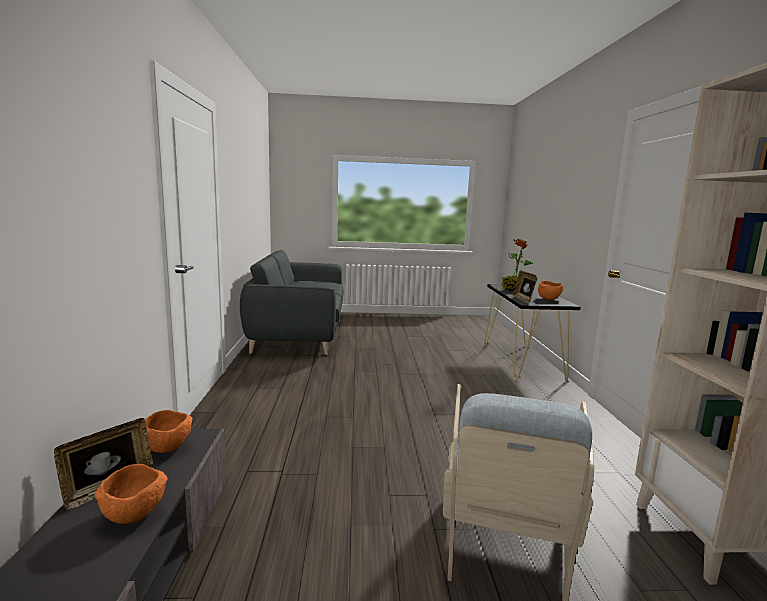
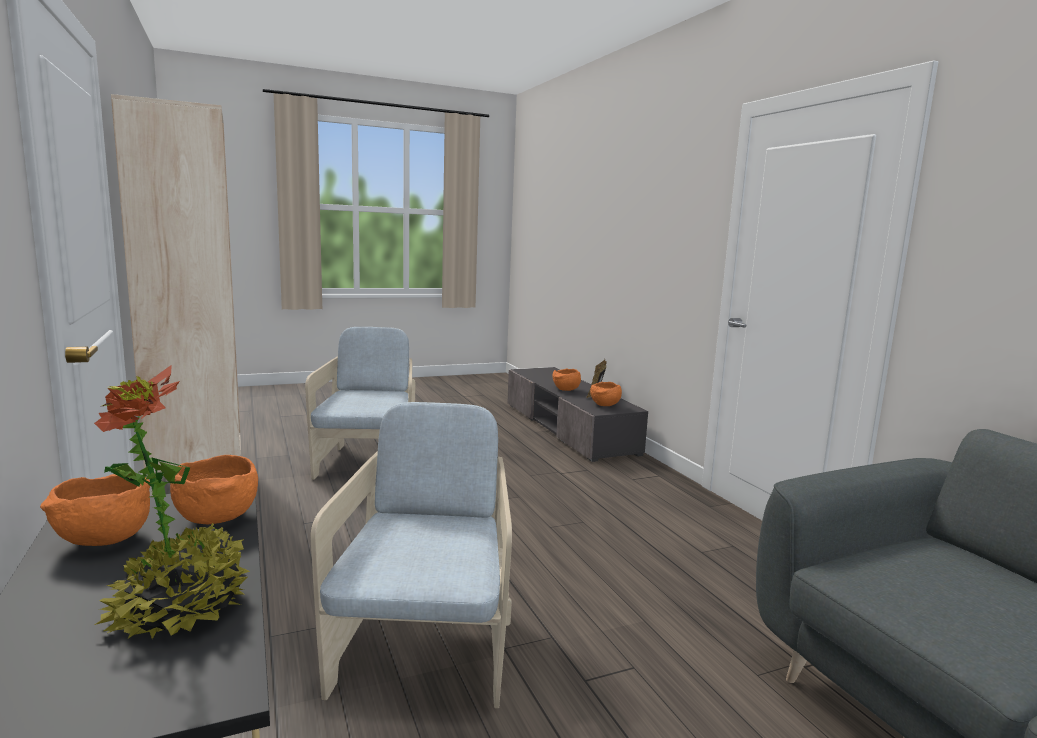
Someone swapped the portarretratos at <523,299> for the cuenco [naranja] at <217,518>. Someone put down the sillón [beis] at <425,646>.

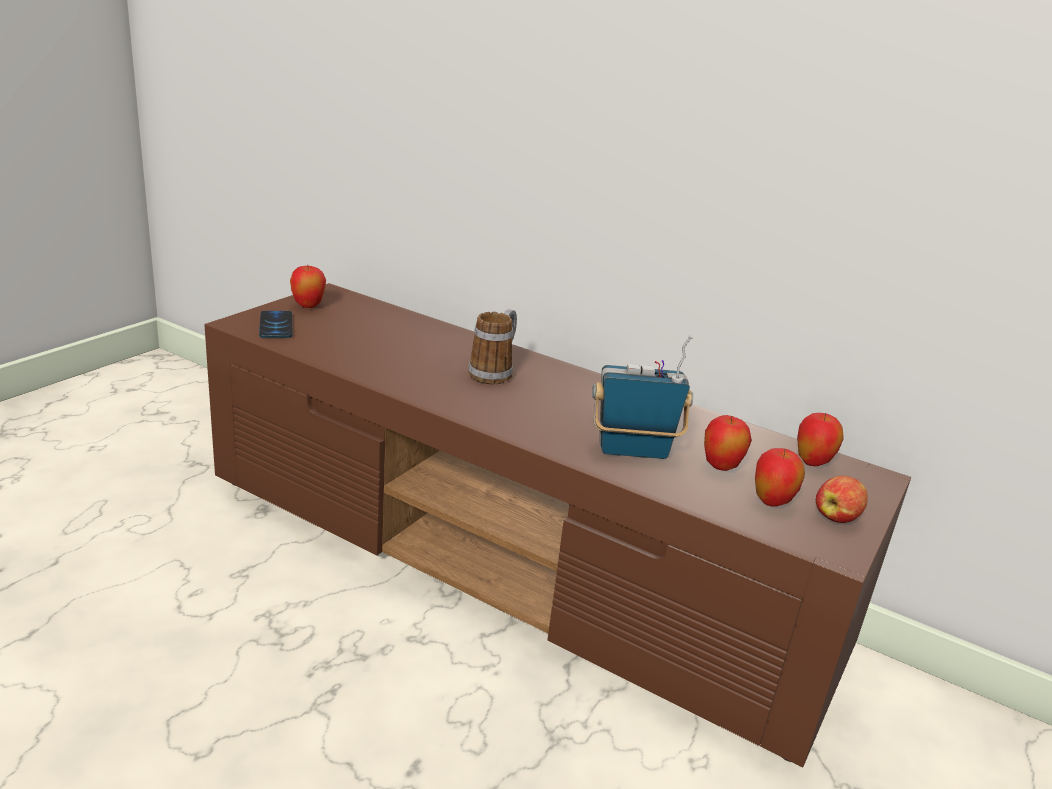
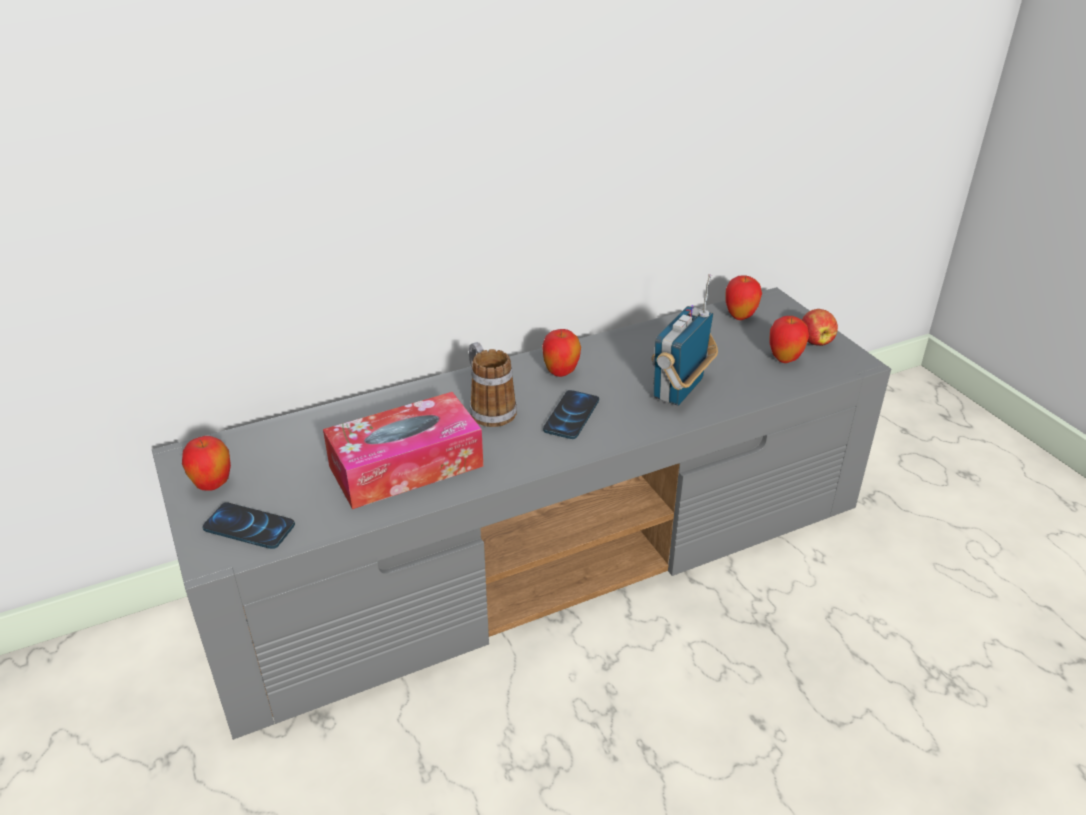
Someone repainted the mueble de televisión [marrón] at <513,562>, which became the mueble de televisión [gris] at <545,555>. Someone put down the caja de pañuelos at <406,466>. Someone carried the manzana from <721,467> to <561,373>. Someone put down the móvil at <571,416>.

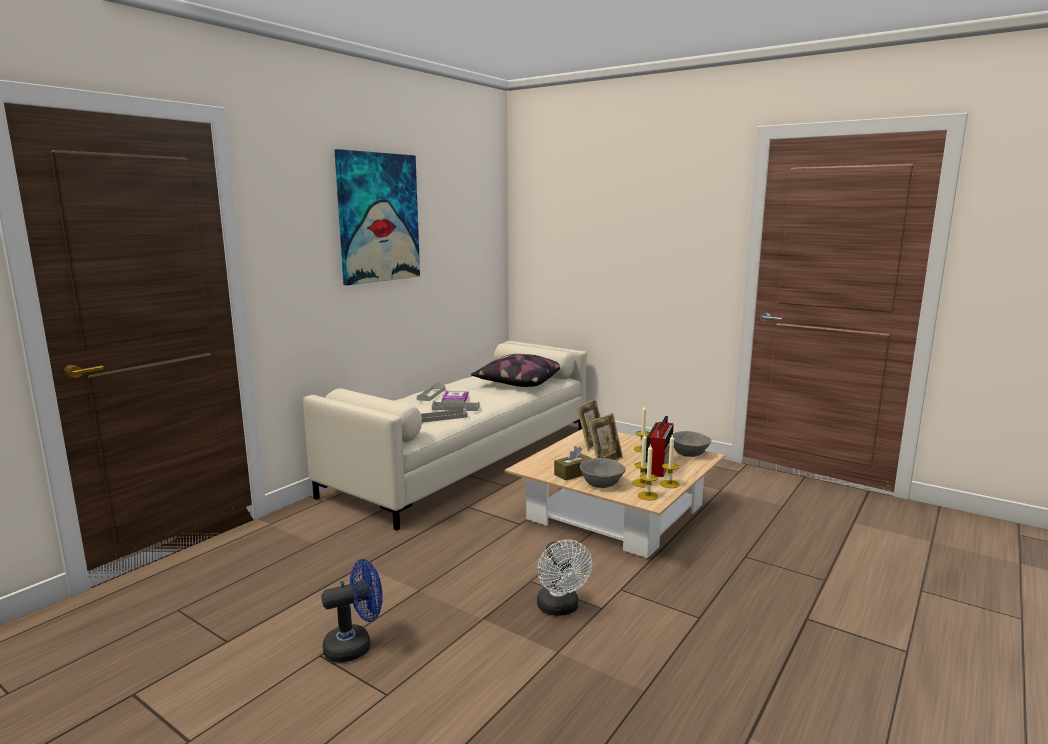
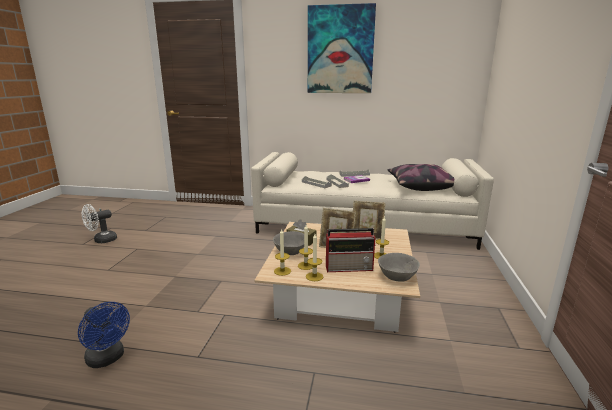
Someone carried the ventilador [azul] from <355,645> to <108,359>. Someone carried the ventilador [blanco] from <560,609> to <101,240>.

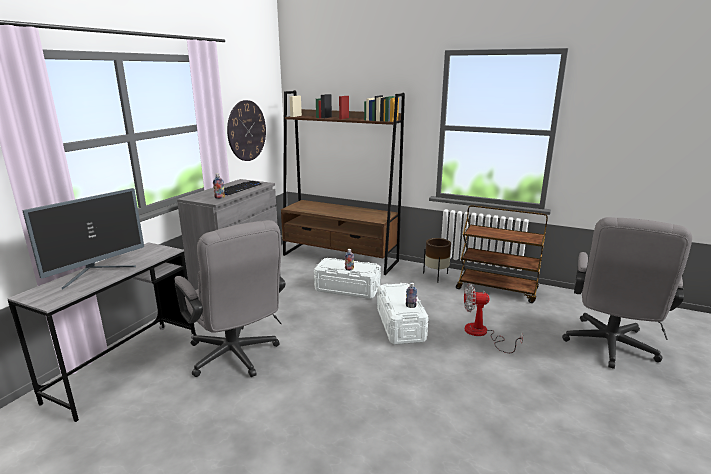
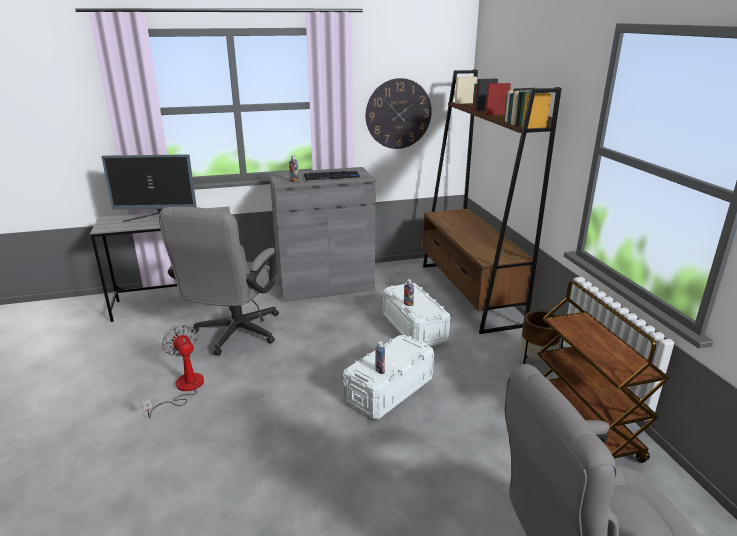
Someone carried the ventilador from <482,334> to <183,389>.

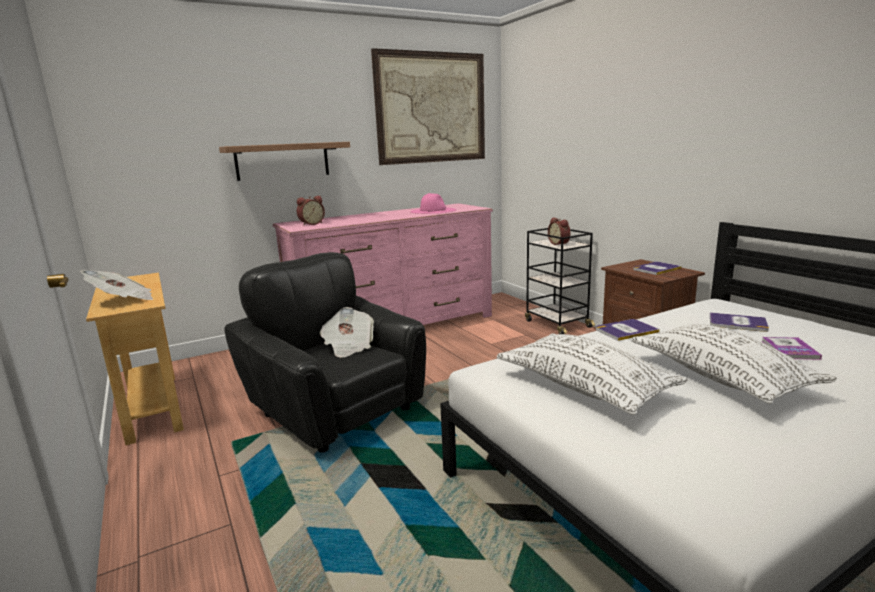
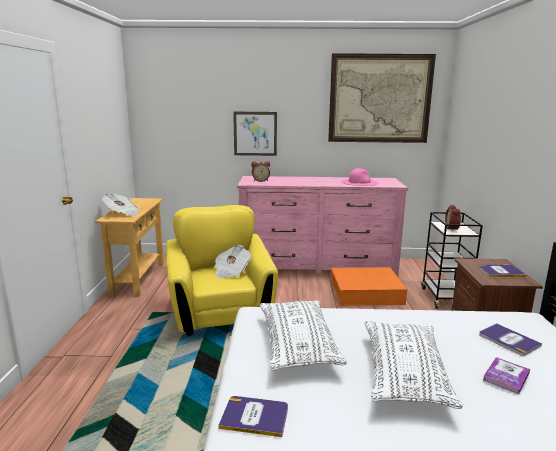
Someone repainted the sillón [negro] at <335,410>, which became the sillón [amarillo] at <220,312>. Someone carried the libro from <626,330> to <254,416>. Someone swapped the estante at <282,161> for the cuadro at <255,133>. Someone put down the caja de almacenaje [naranja] at <366,292>.

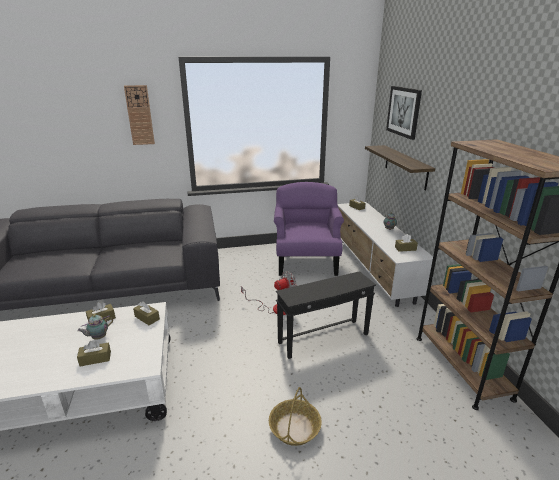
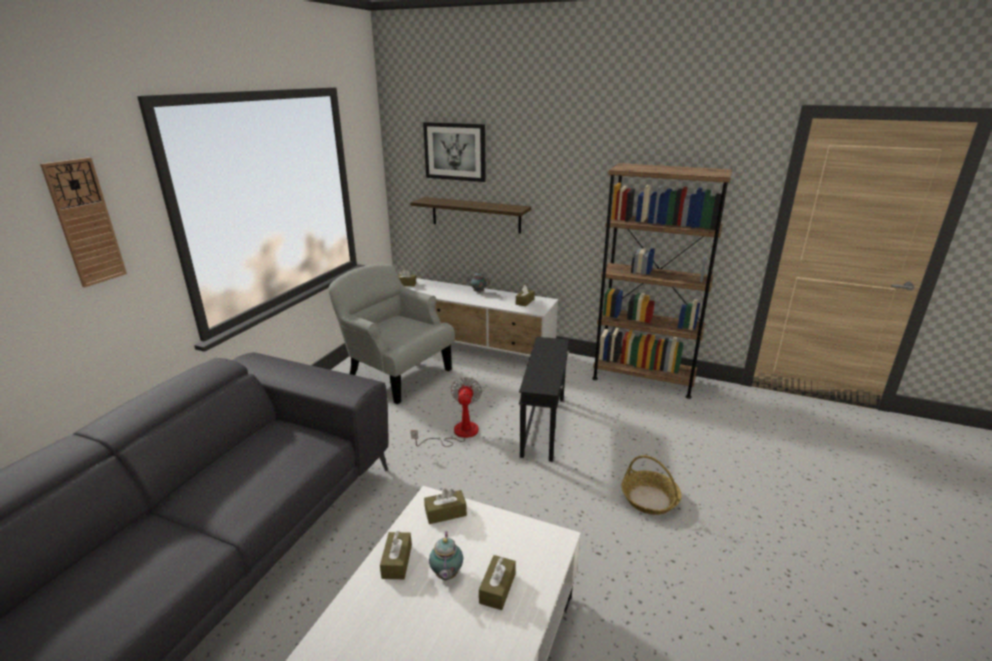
Someone repainted the sillón [morado] at <306,261>, which became the sillón [gris] at <396,374>.

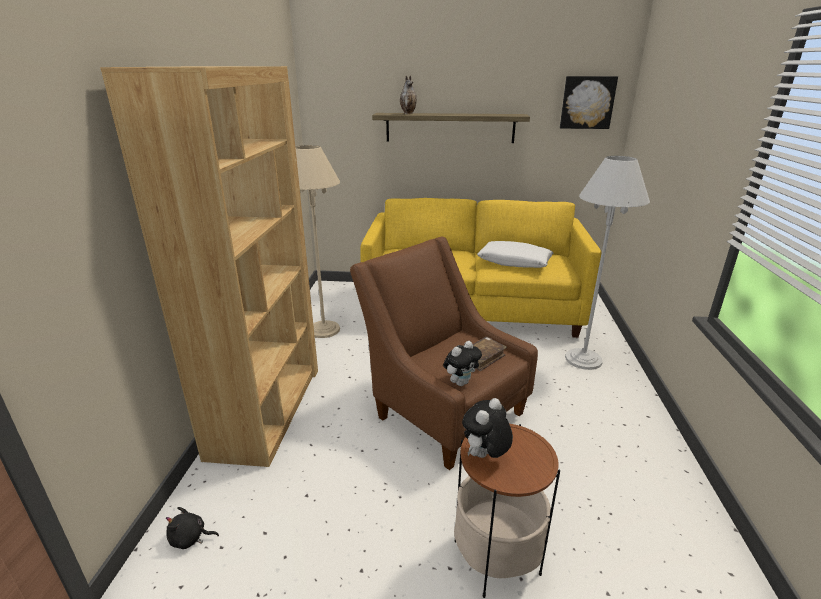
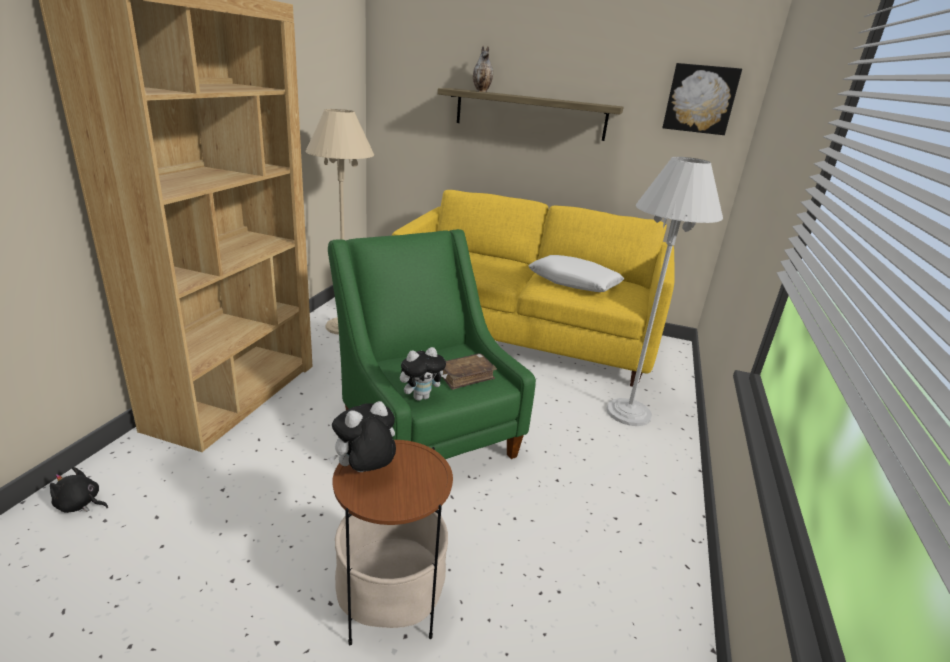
Someone repainted the sillón [marrón] at <442,410>, which became the sillón [verde] at <425,434>.

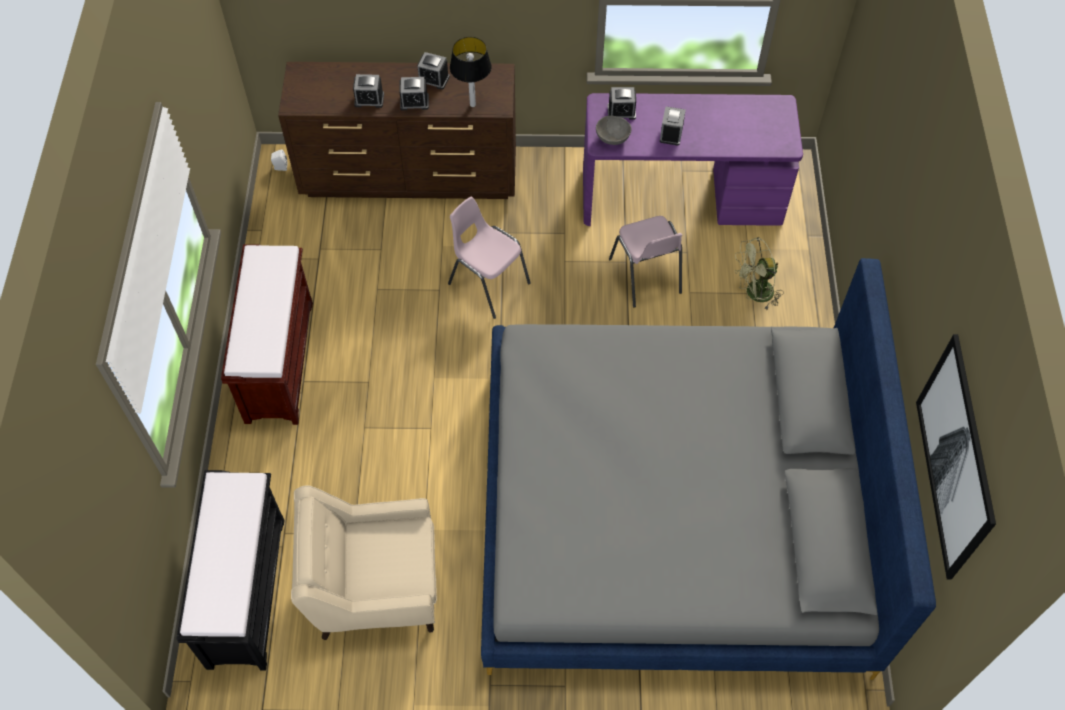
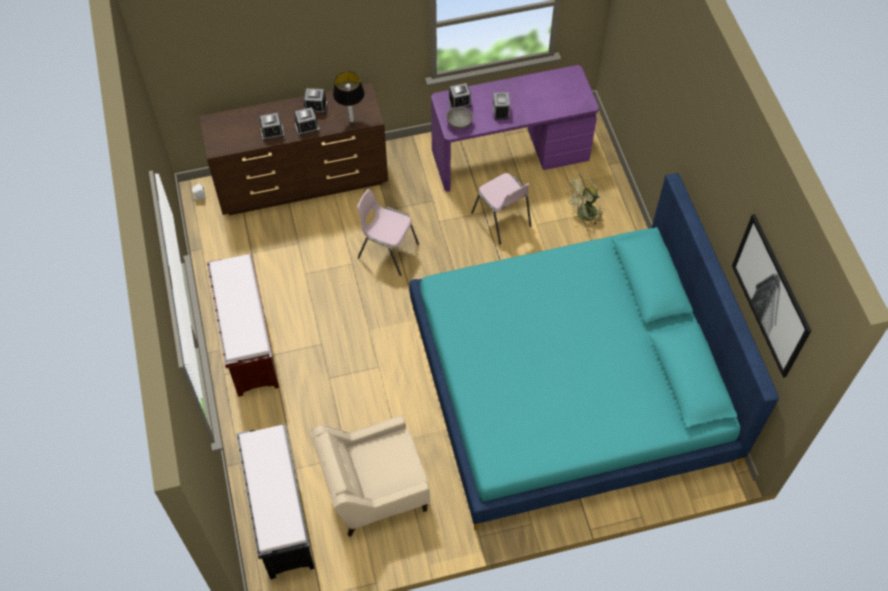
Someone repainted the cama [gris] at <672,510>, which became the cama [turquesa] at <570,384>.

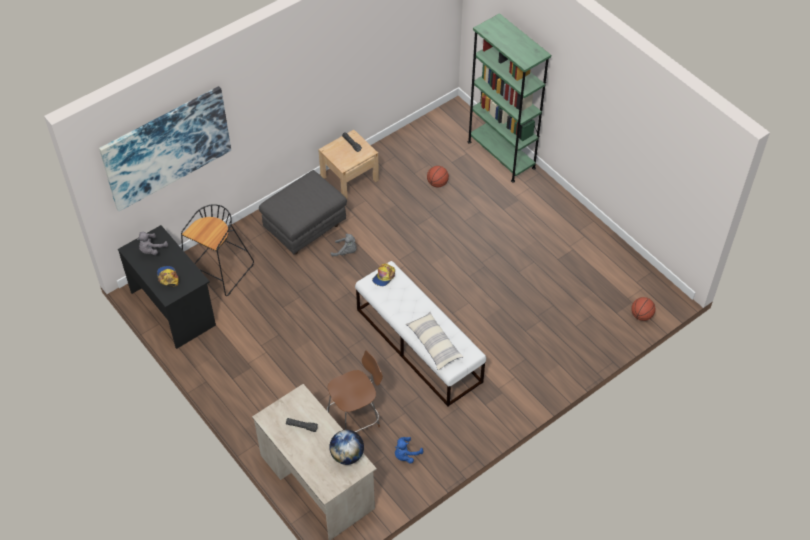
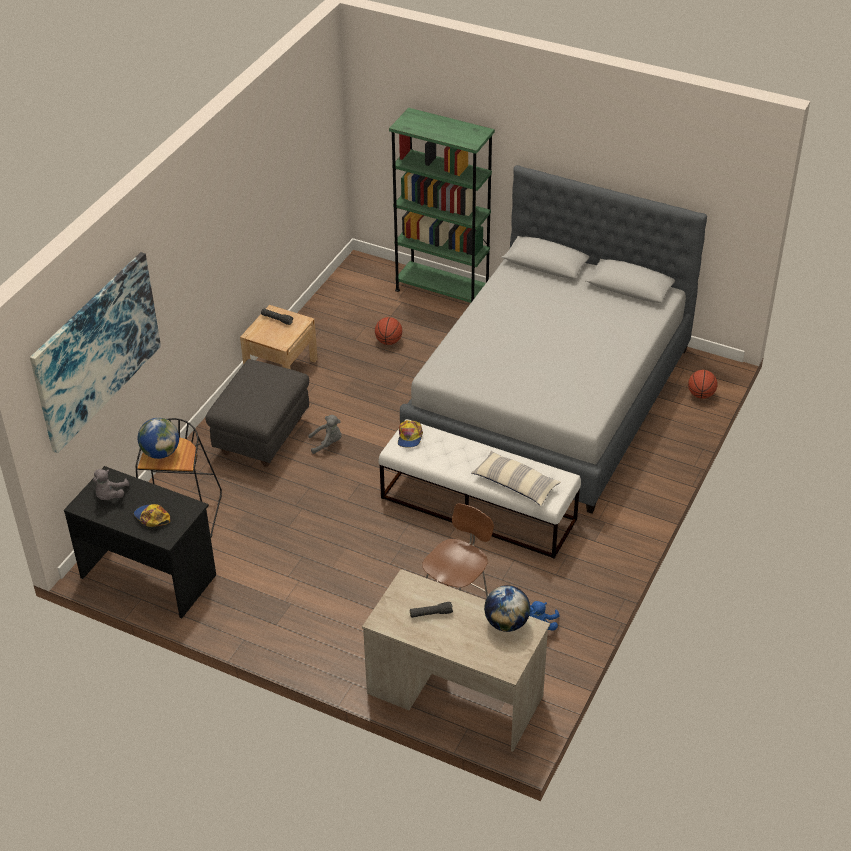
Someone put down the globo terráqueo at <160,453>. Someone put down the cama [gris] at <550,398>.

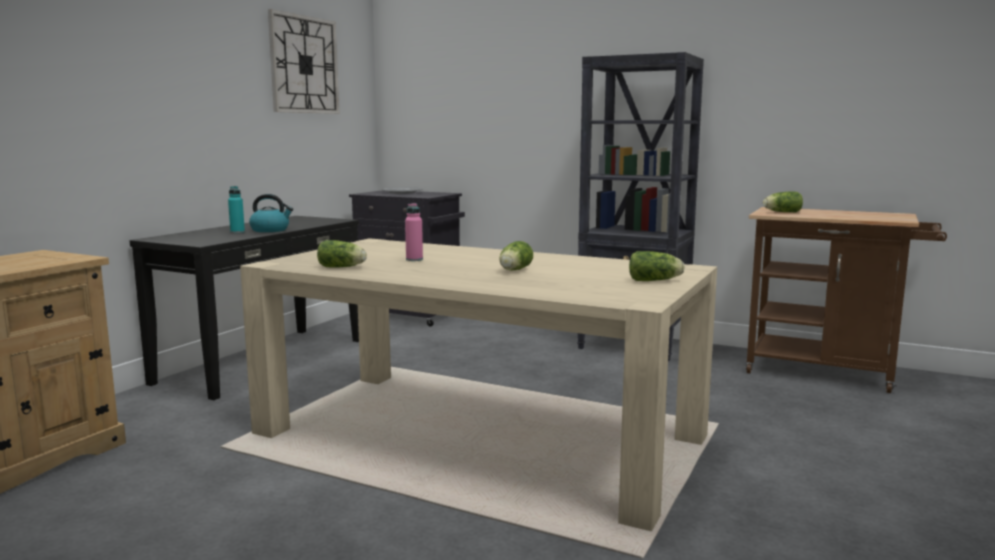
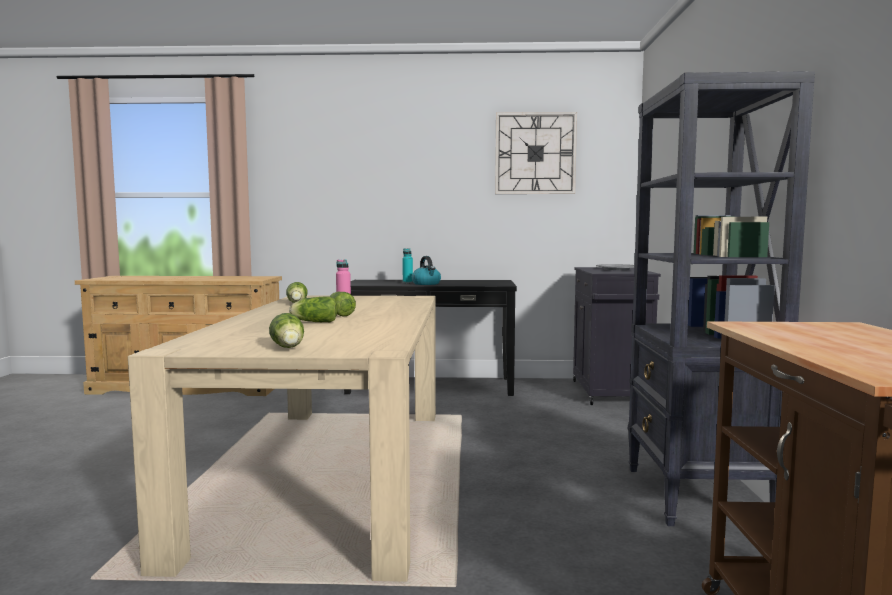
Someone carried the lechuga from <781,212> to <340,314>.

